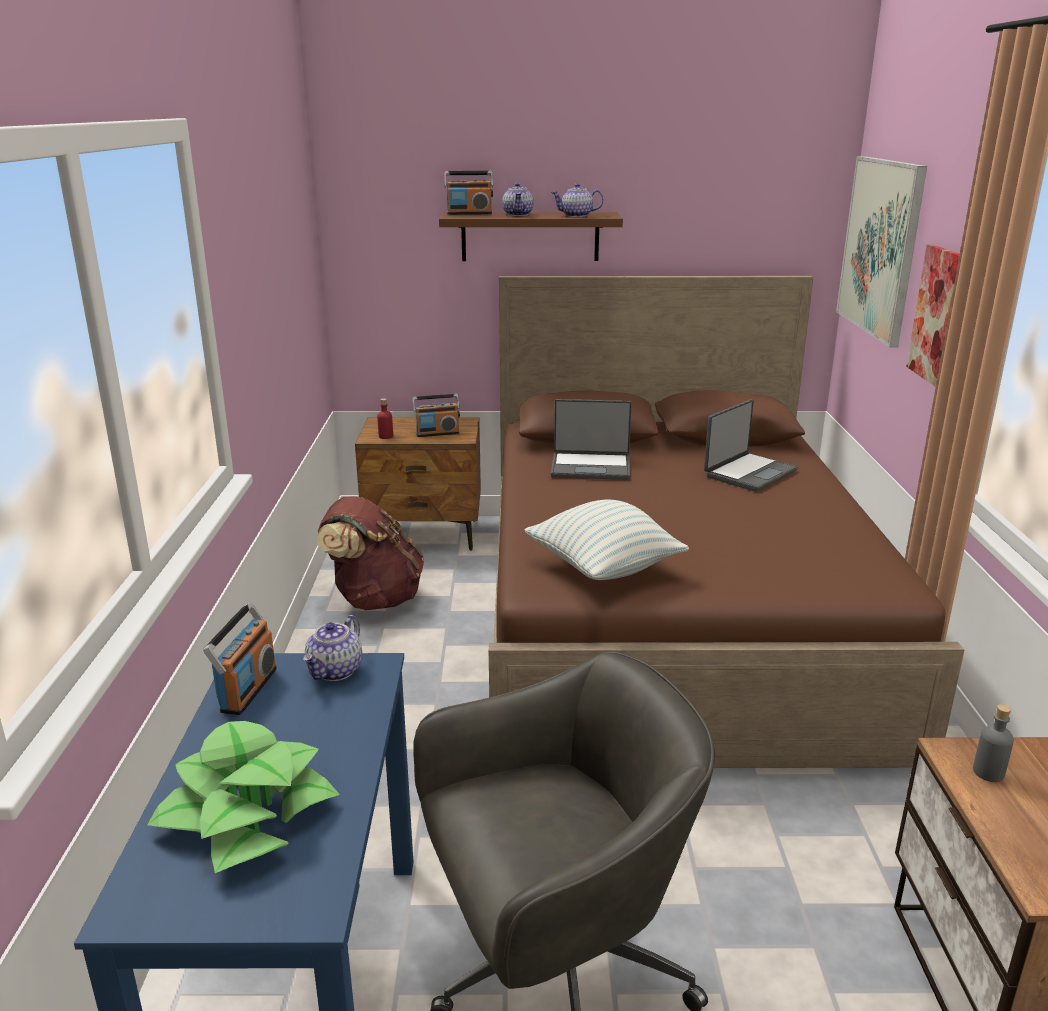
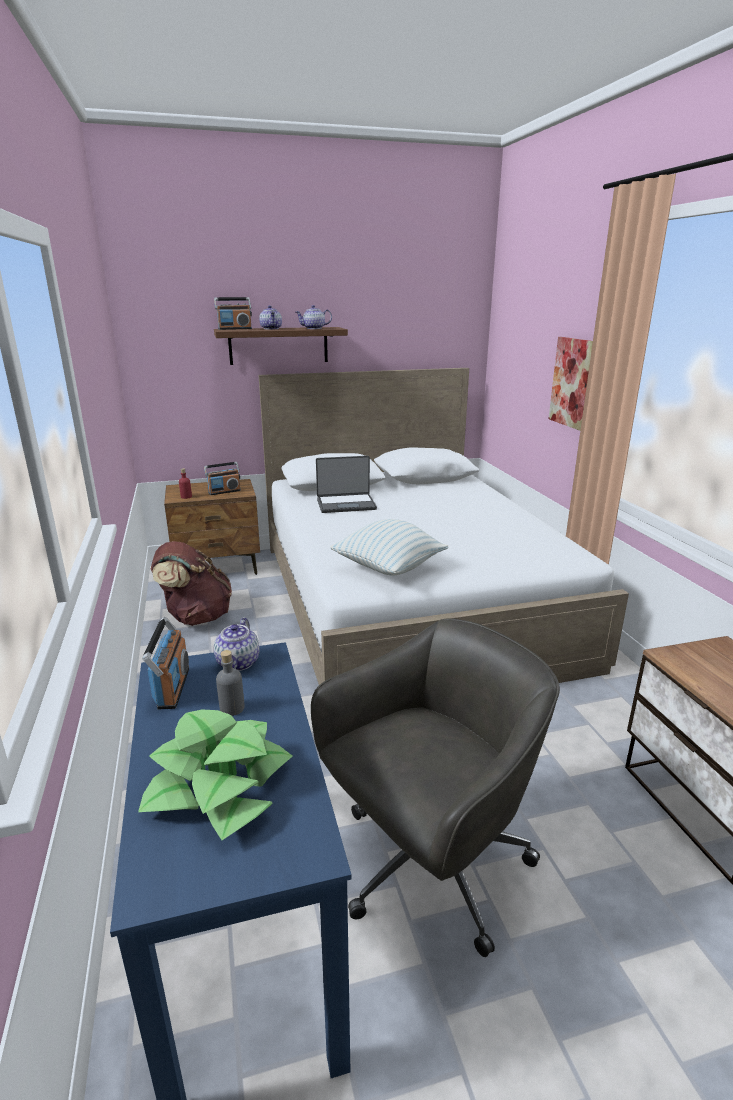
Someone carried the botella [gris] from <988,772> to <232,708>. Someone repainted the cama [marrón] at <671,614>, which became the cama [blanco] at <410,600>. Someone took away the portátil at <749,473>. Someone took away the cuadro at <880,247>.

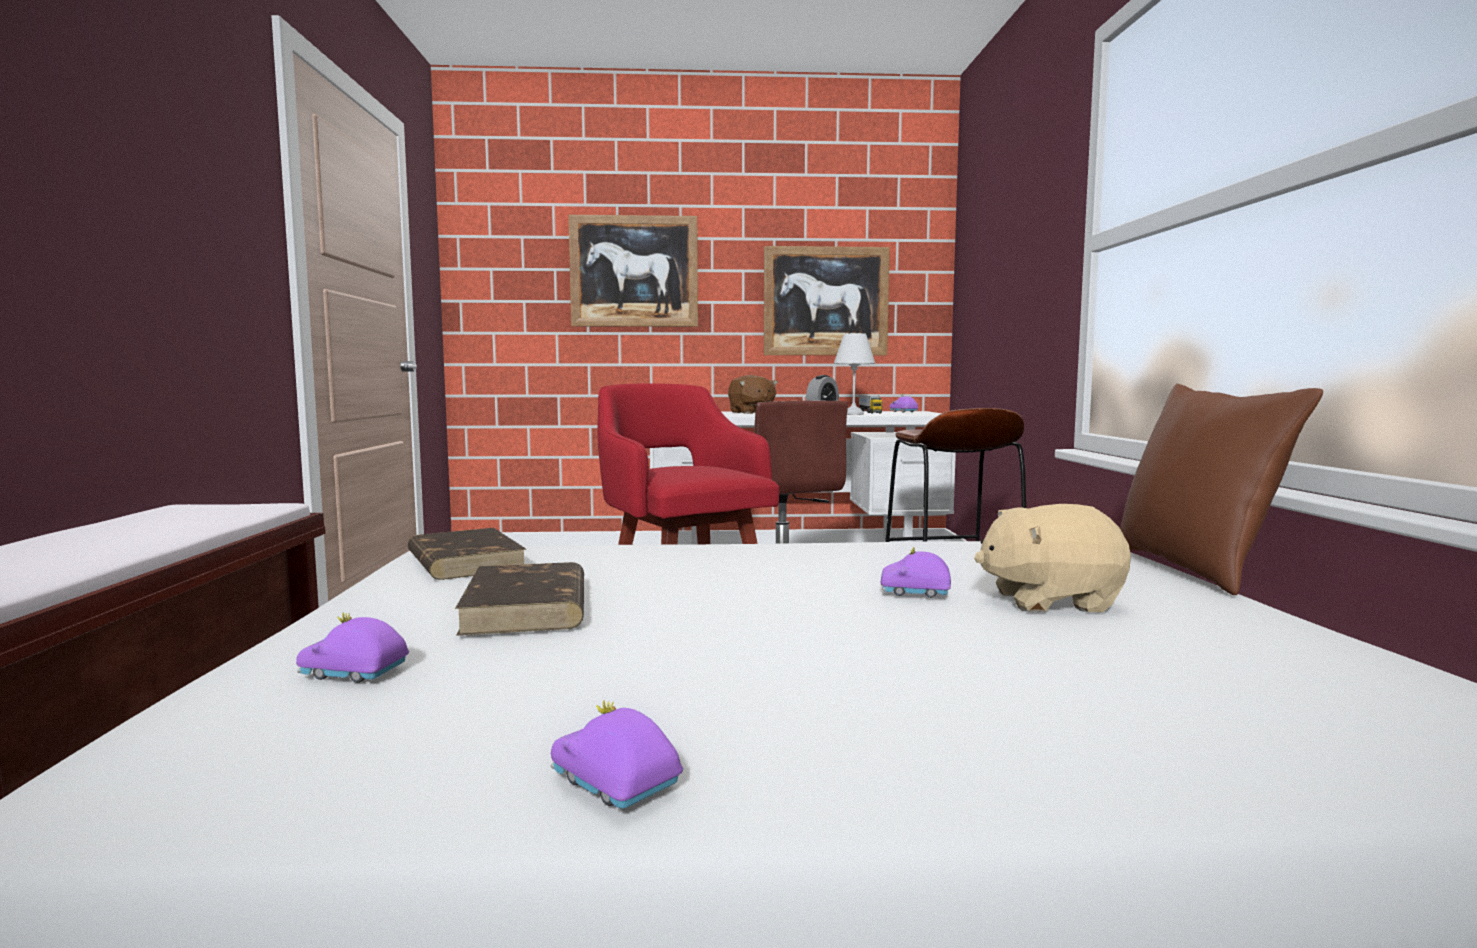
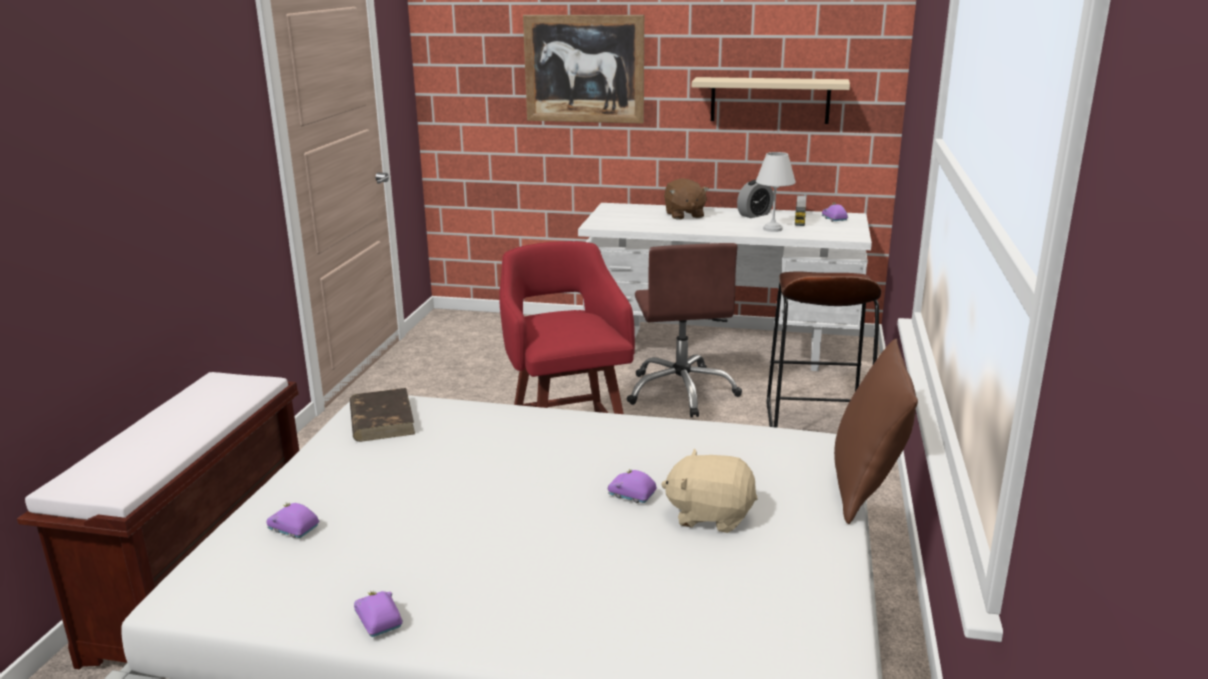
Someone swapped the cuadro at <825,301> for the estante [beis] at <770,100>. Someone took away the libro [marrón] at <527,607>.

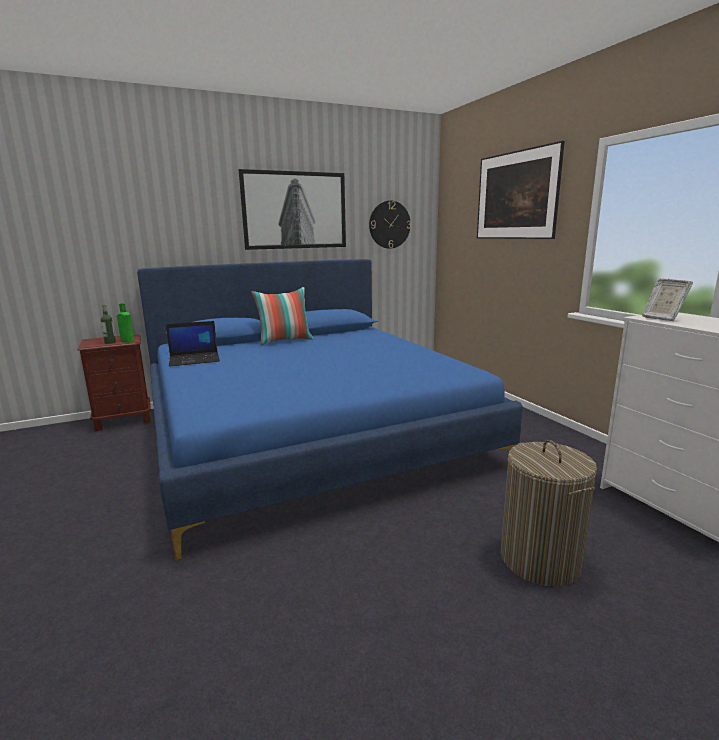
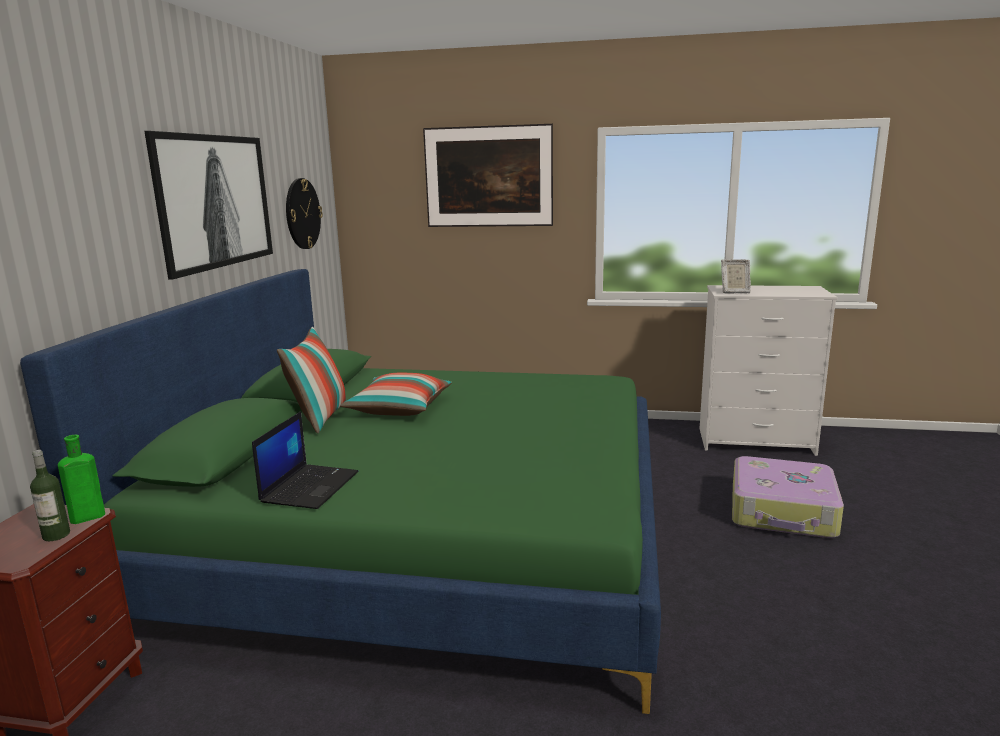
Someone repainted the cama [azul] at <308,433>, which became the cama [verde] at <425,536>. Someone put down the cojín at <399,409>. Someone swapped the cesto de la ropa at <540,560> for the maleta at <783,512>.

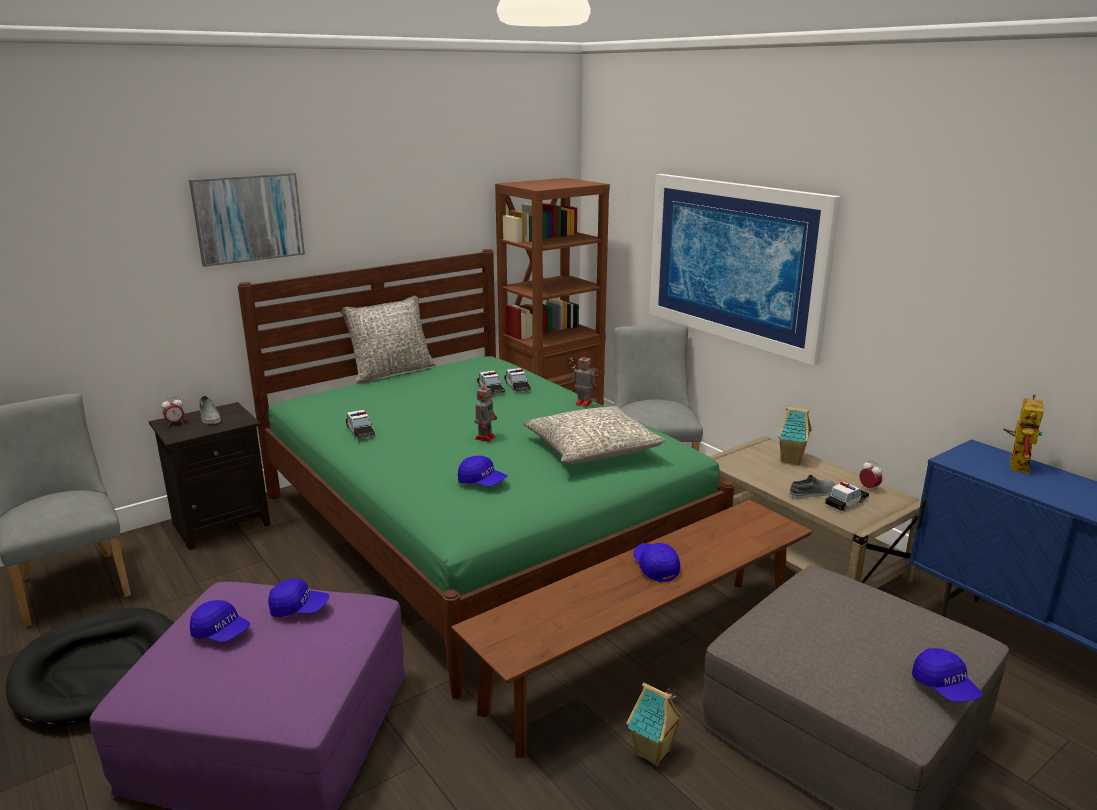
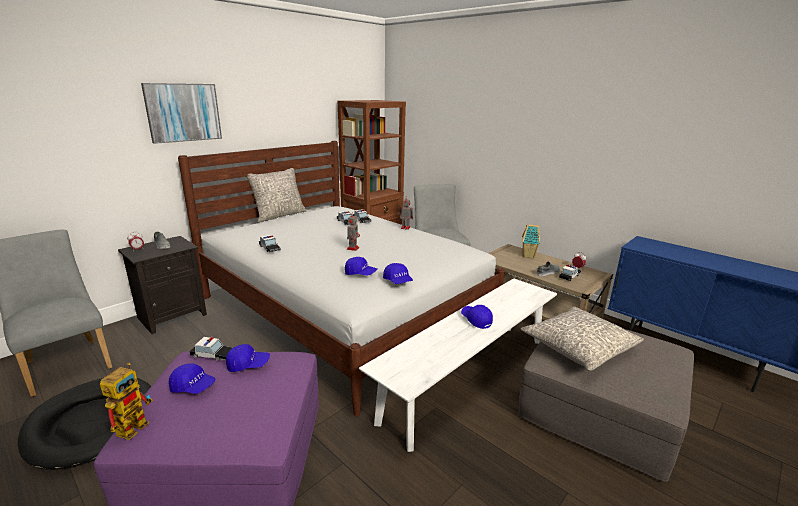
Someone carried the robot de juguete from <1016,463> to <135,424>. Someone repainted the cama [verde] at <479,530>, which became the cama [blanco] at <345,309>. Someone put down the coche de juguete at <213,355>. Someone repainted the banco [marrón] at <644,657>, which became the banco [blanco] at <468,377>. Someone carried the gorra [azul] from <944,687> to <398,281>. Someone carried the cojín [gris] from <592,449> to <578,347>. Someone took away the casita at <653,753>. Someone took away the cuadro at <735,262>.

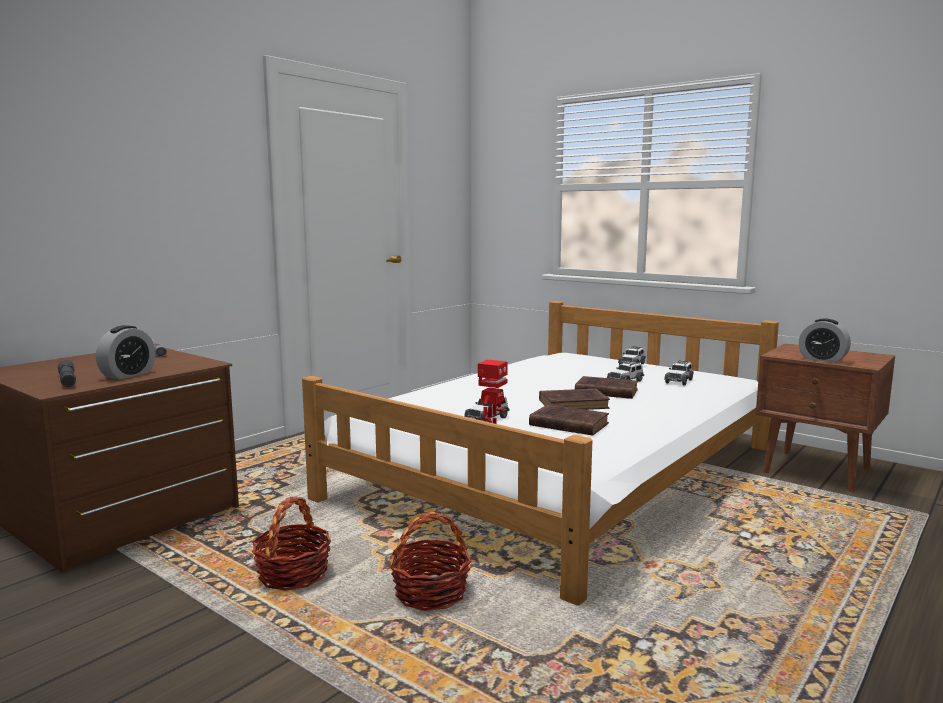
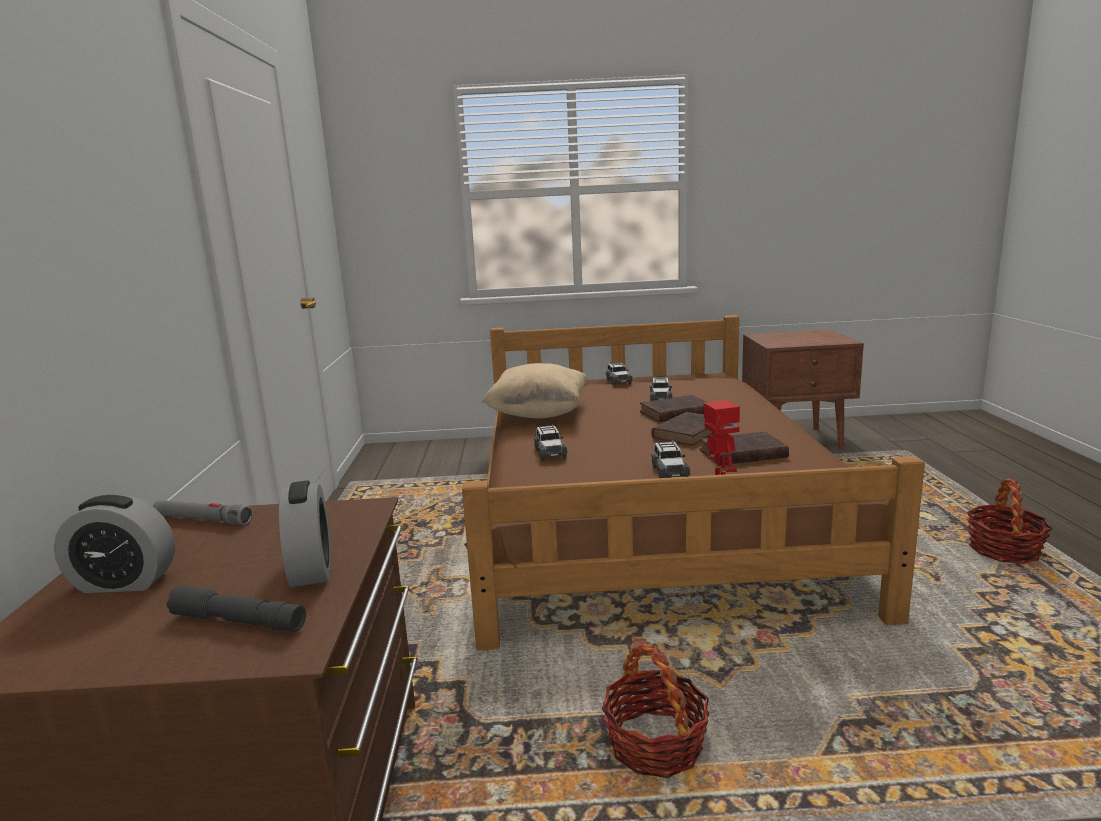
Someone carried the despertador from <822,359> to <124,582>. Someone repainted the cama [blanco] at <560,472>, which became the cama [marrón] at <645,509>. Someone put down the cojín [beis] at <539,414>. Someone carried the coche de juguete from <679,381> to <550,453>. Someone carried the cesta from <430,593> to <1003,550>.

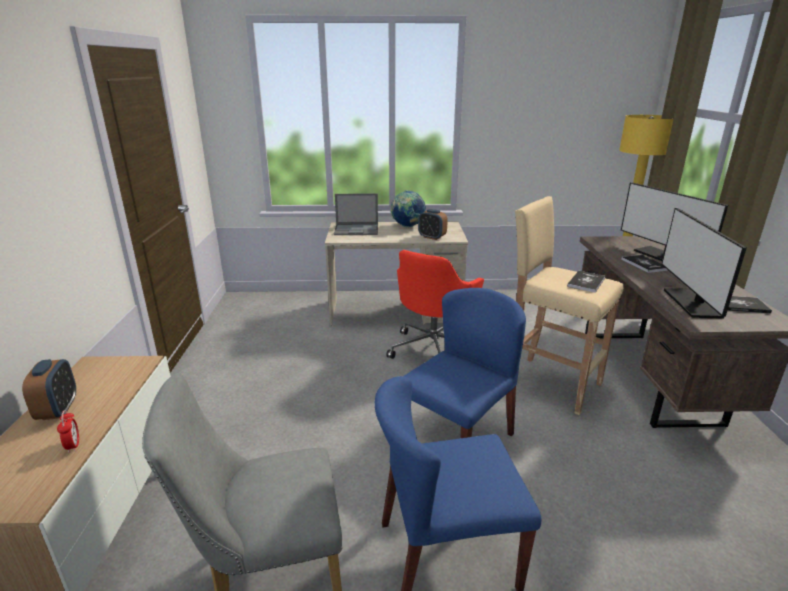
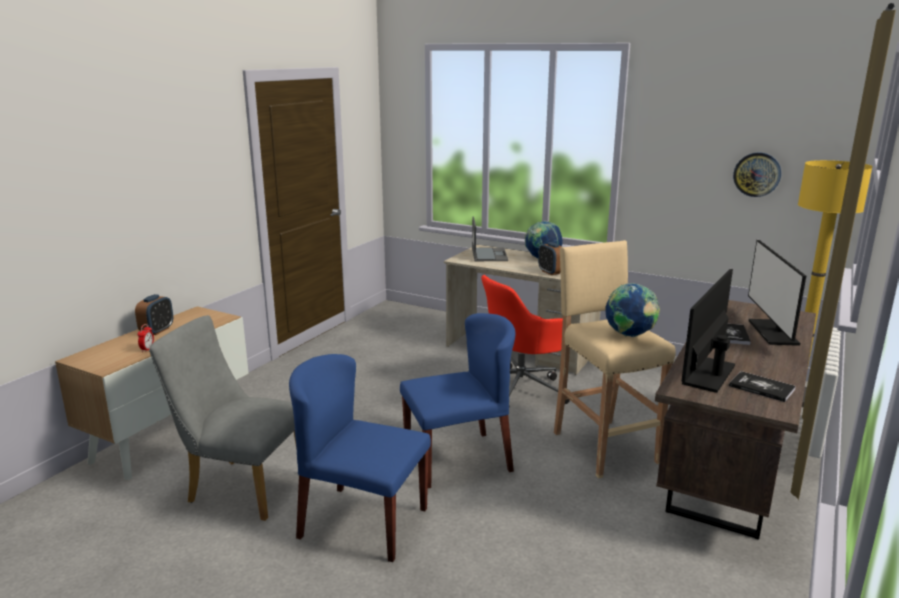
Someone rotated the portátil at <357,230> by 120 degrees counterclockwise. Someone swapped the libro at <586,282> for the globo terráqueo at <629,335>. Someone put up the reloj de pared at <757,174>.

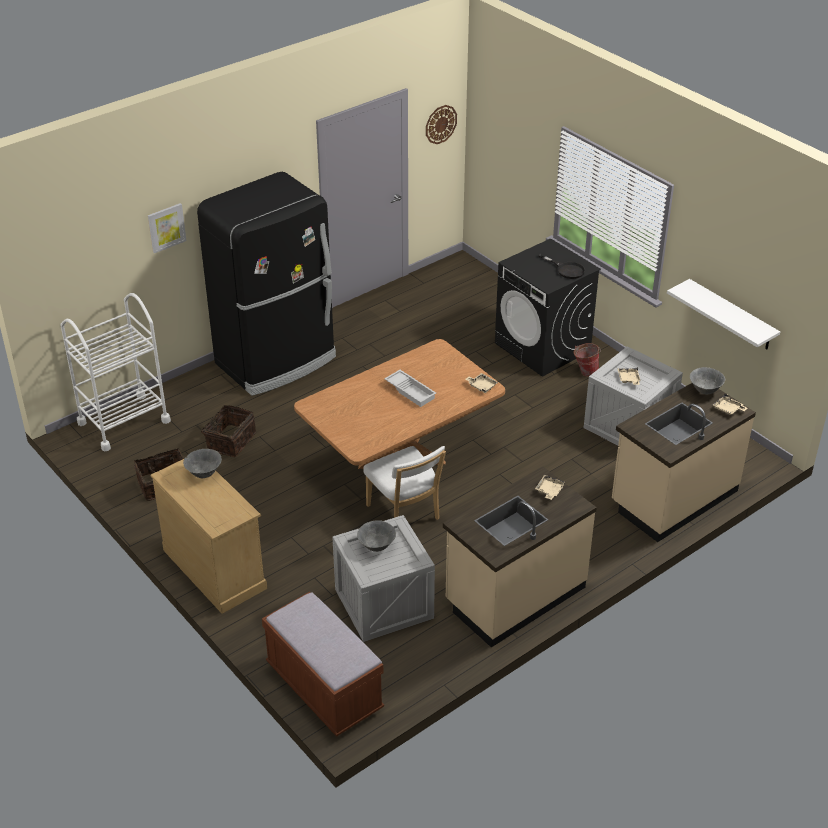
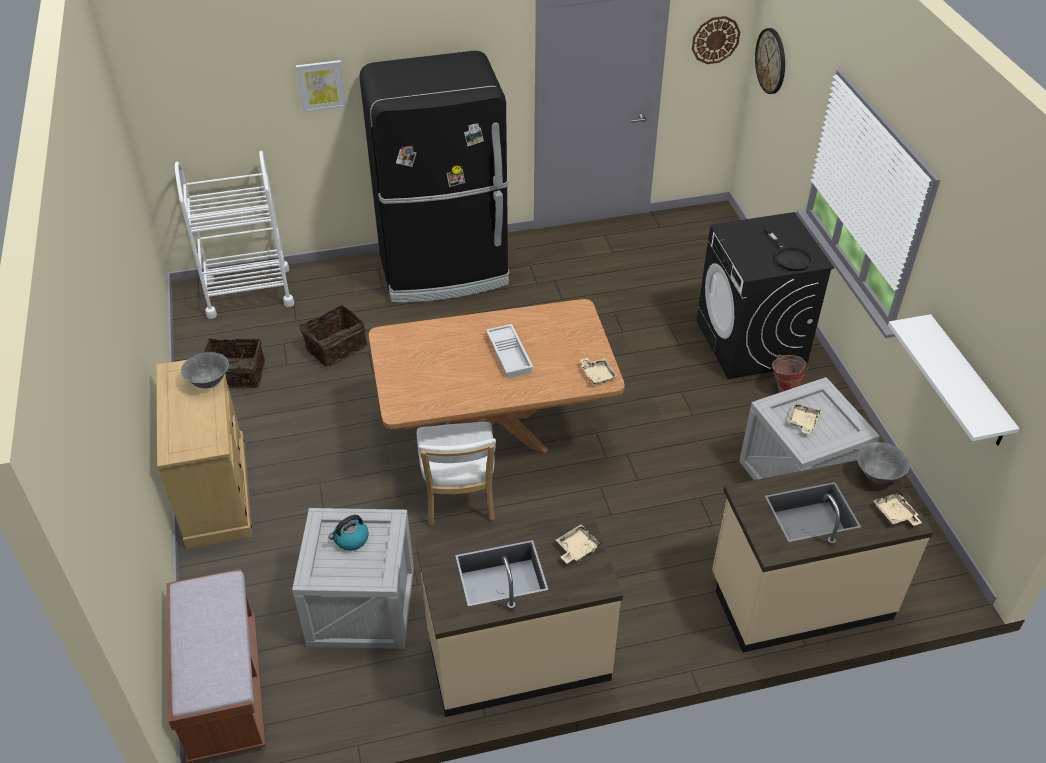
Someone swapped the cuenco [gris] at <377,546> for the hervidor at <351,540>. Someone put up the reloj de pared at <771,61>.

